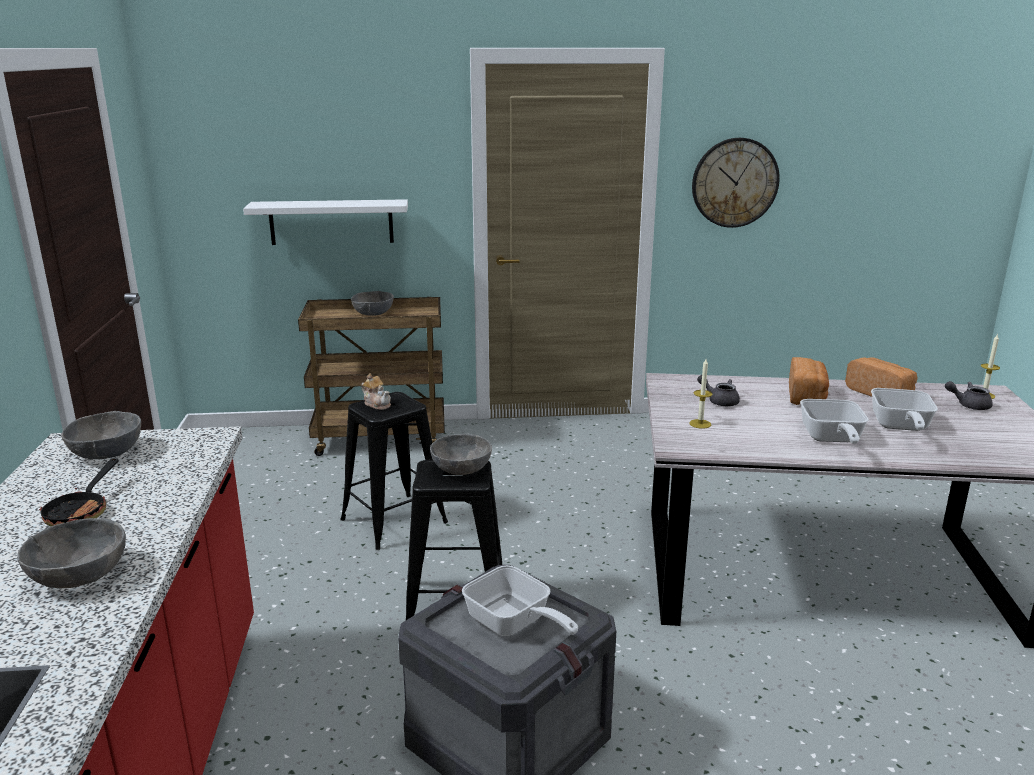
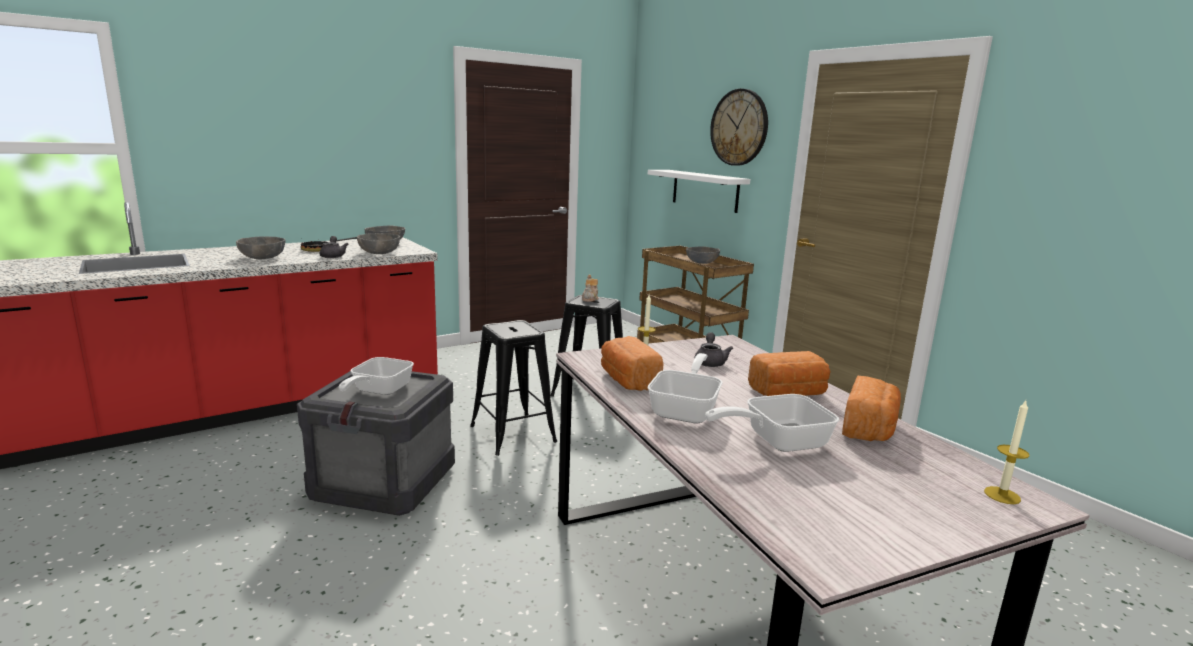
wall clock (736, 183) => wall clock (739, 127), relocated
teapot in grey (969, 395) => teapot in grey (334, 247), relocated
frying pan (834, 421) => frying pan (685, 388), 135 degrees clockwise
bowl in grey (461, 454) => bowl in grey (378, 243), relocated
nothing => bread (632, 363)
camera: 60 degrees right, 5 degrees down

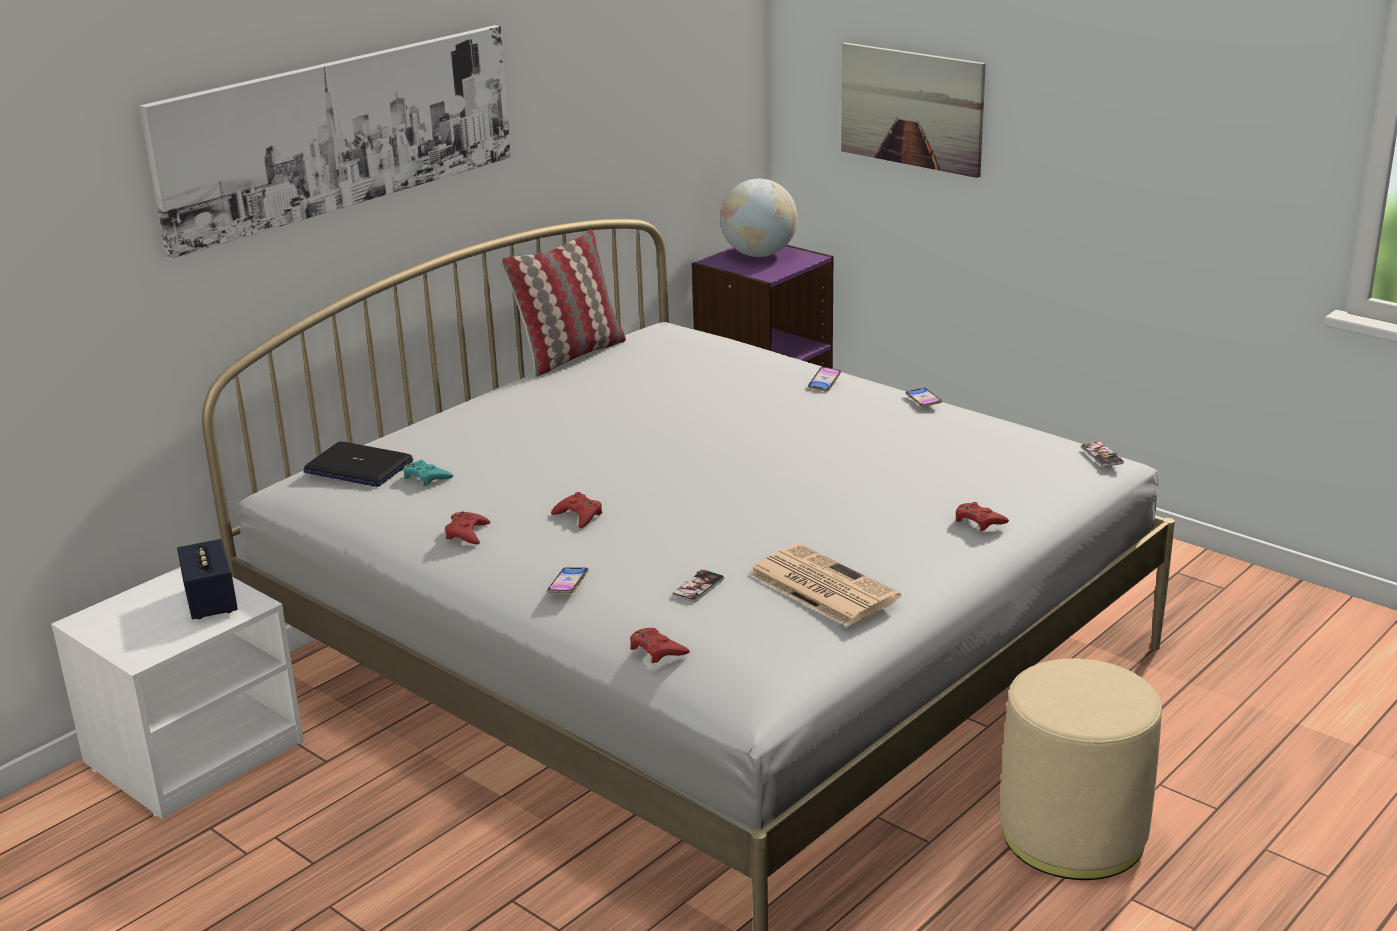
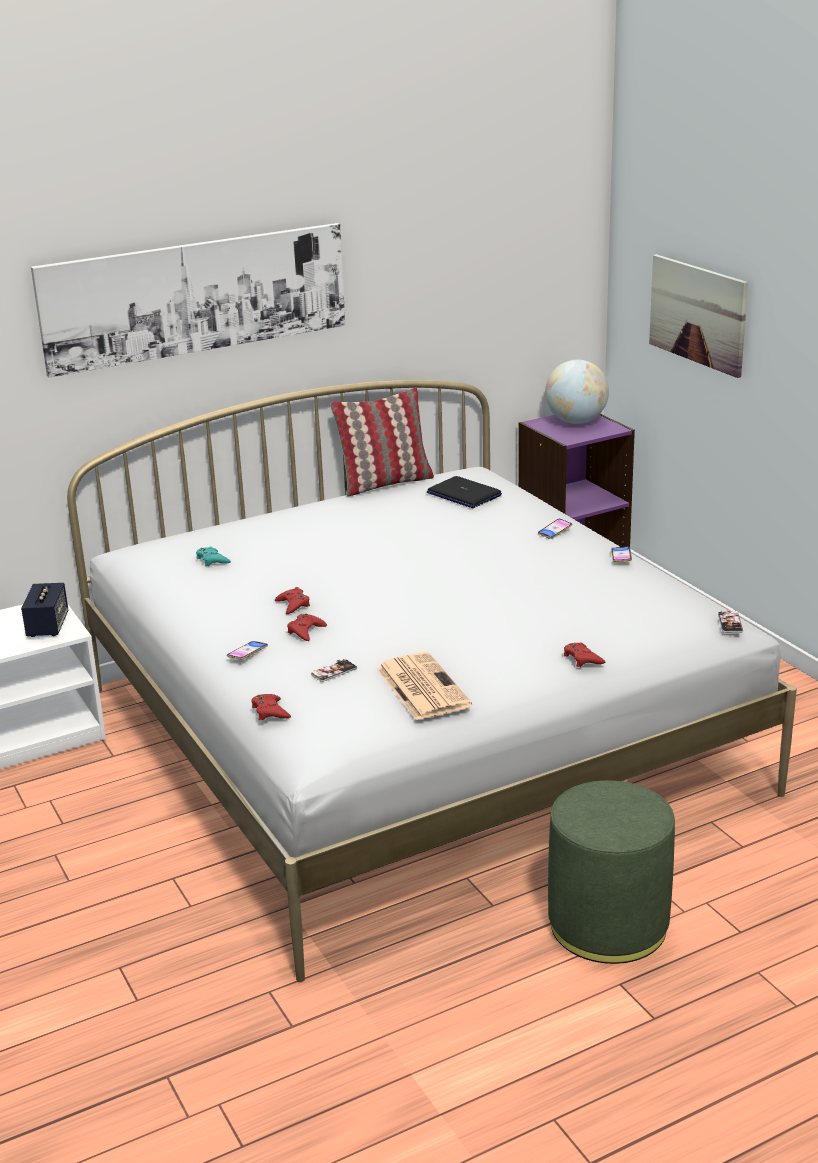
laptop (358, 464) => laptop (464, 492), relocated
game controller in red (467, 528) => game controller in red (307, 627), relocated
ottoman in beige (1081, 769) => ottoman in green (611, 872)
camera: 20 degrees right, 0 degrees up

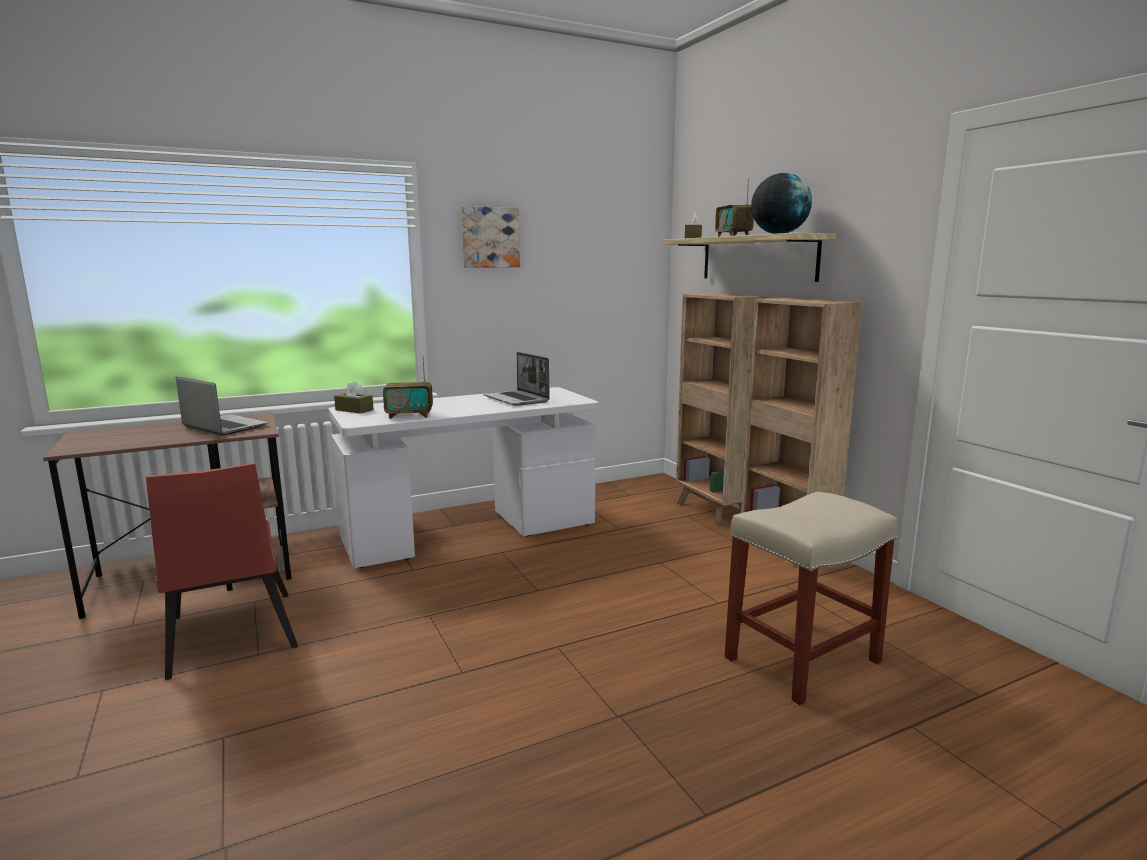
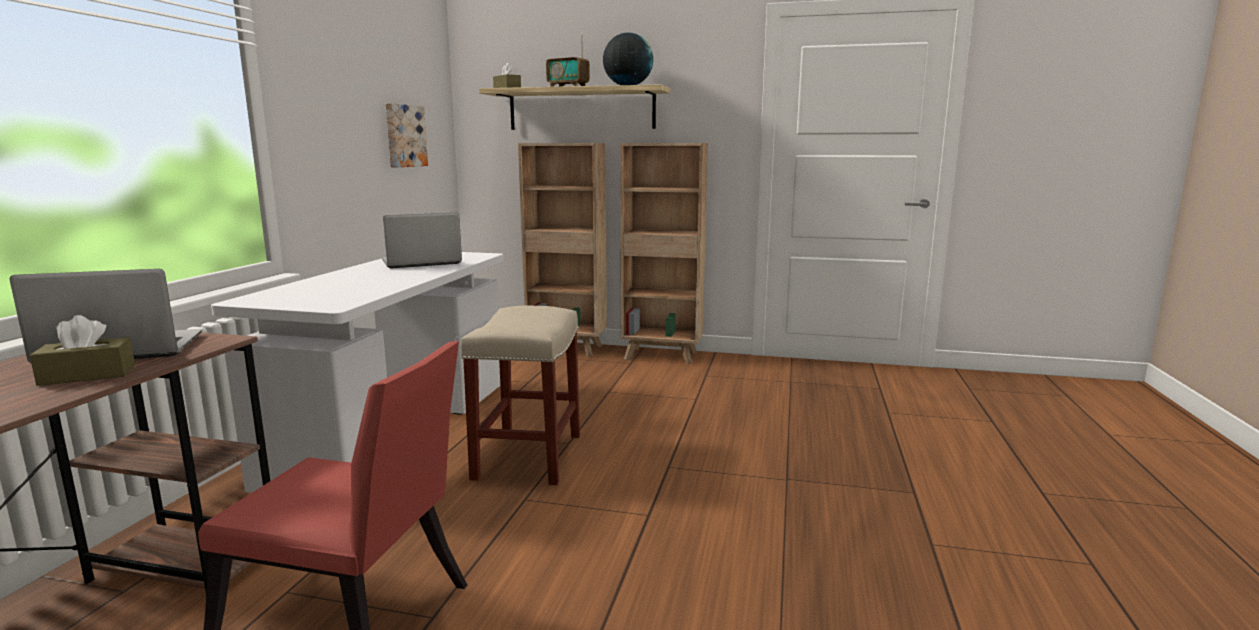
picture (490, 237) => picture (406, 135), relocated
laptop (516, 379) => laptop (422, 240), 150 degrees clockwise
radio (408, 388) => nothing
tissue box in brown (353, 397) => tissue box in brown (82, 350), relocated
stool in beige (811, 598) => stool in beige (520, 395), relocated
camera: 50 degrees left, 0 degrees up

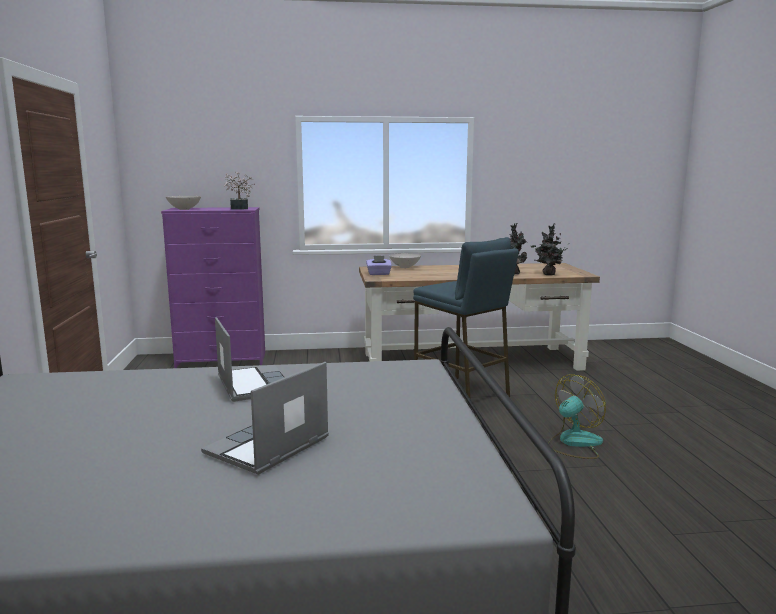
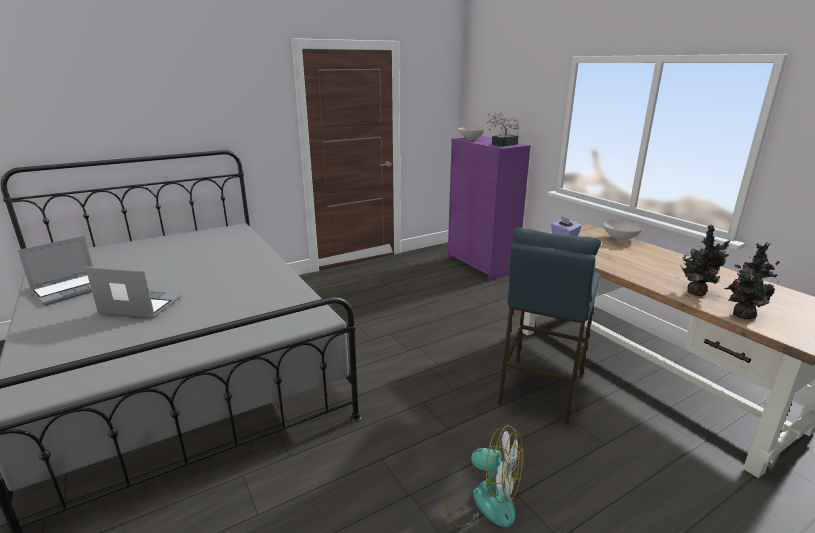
laptop (250, 359) => laptop (55, 270), relocated
camera: 65 degrees right, 10 degrees up

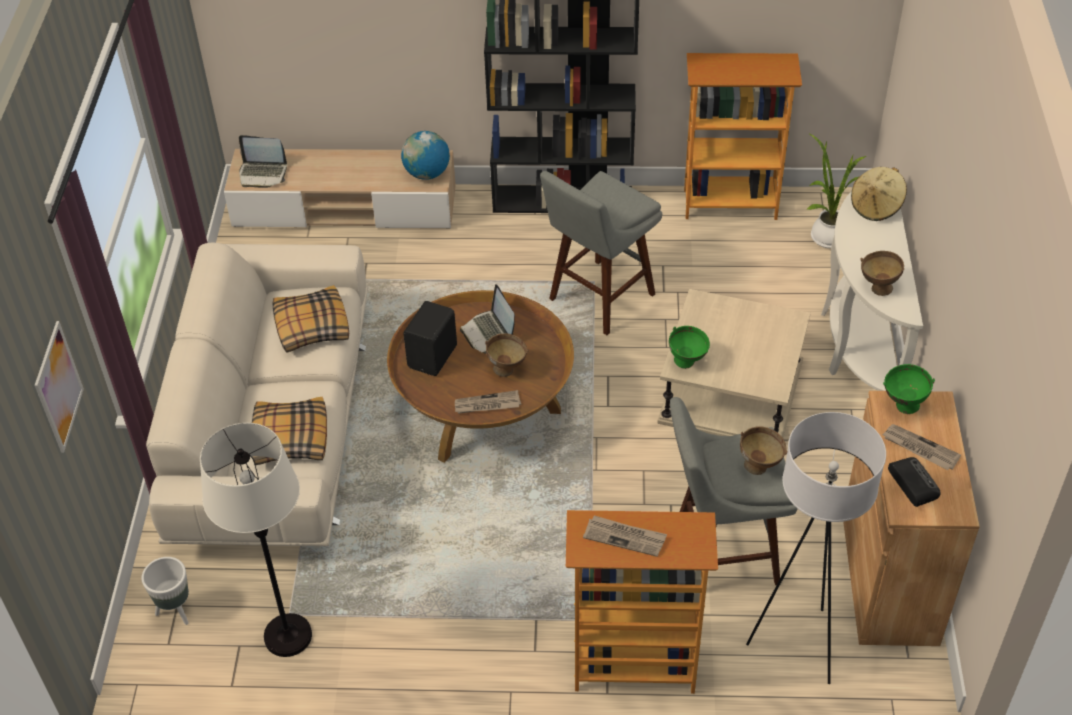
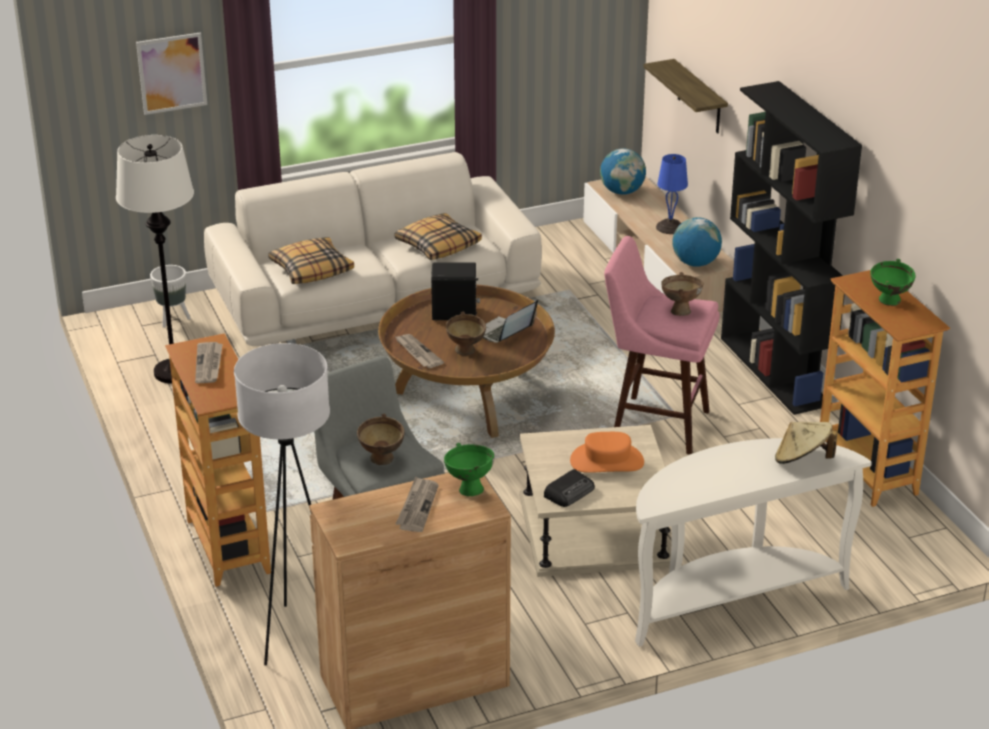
potted plant (836, 190) => nothing
laptop (263, 161) => globe (623, 171)
stool in grey (601, 253) => stool in pink (662, 345)
bowl in brown (882, 273) => bowl in brown (682, 294), relocated
bowl in green (689, 347) => bowl in green (893, 282), relocated
radio (914, 482) => radio (569, 488), relocated
nothing => shelf (686, 96)
nothing => table lamp in blue (672, 194)
nothing => hat in orange (607, 452)
camera: 65 degrees right, 15 degrees down

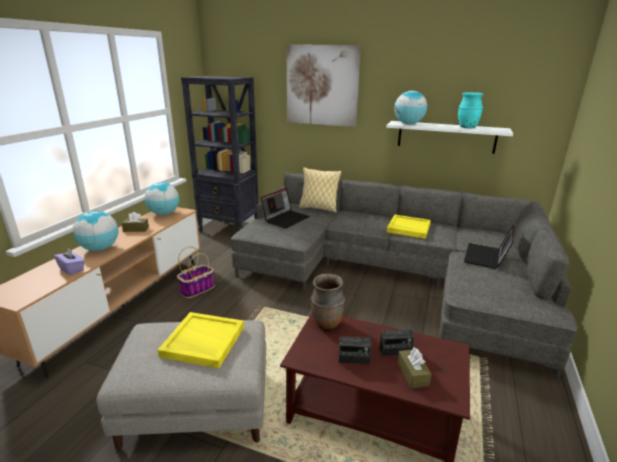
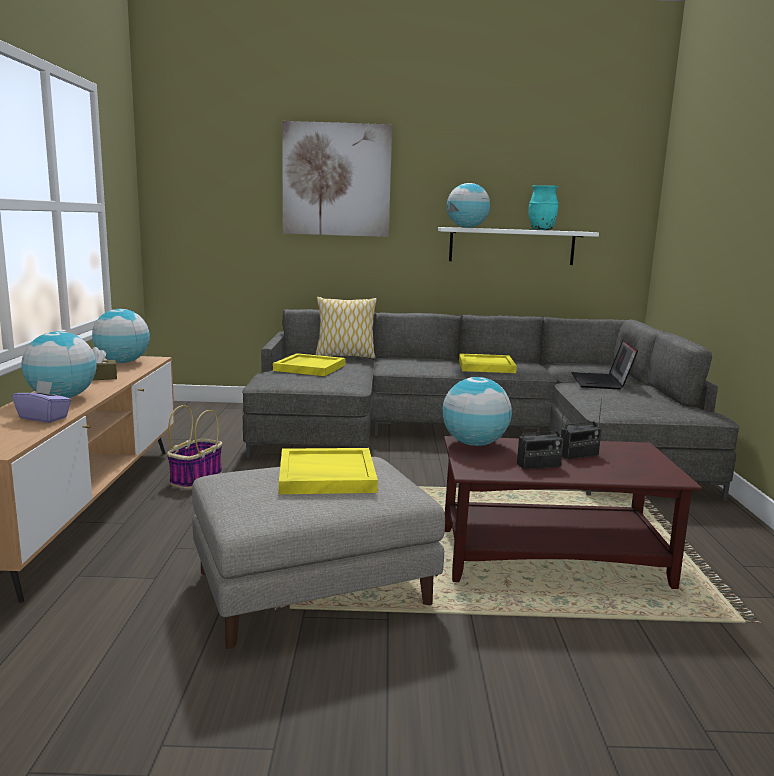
bookcase in black (220, 154) => nothing
laptop (285, 208) => tray in yellow (309, 364)
vase in brown (328, 301) => globe (477, 411)
tissue box in brown (414, 368) => nothing
camera: 20 degrees left, 10 degrees down

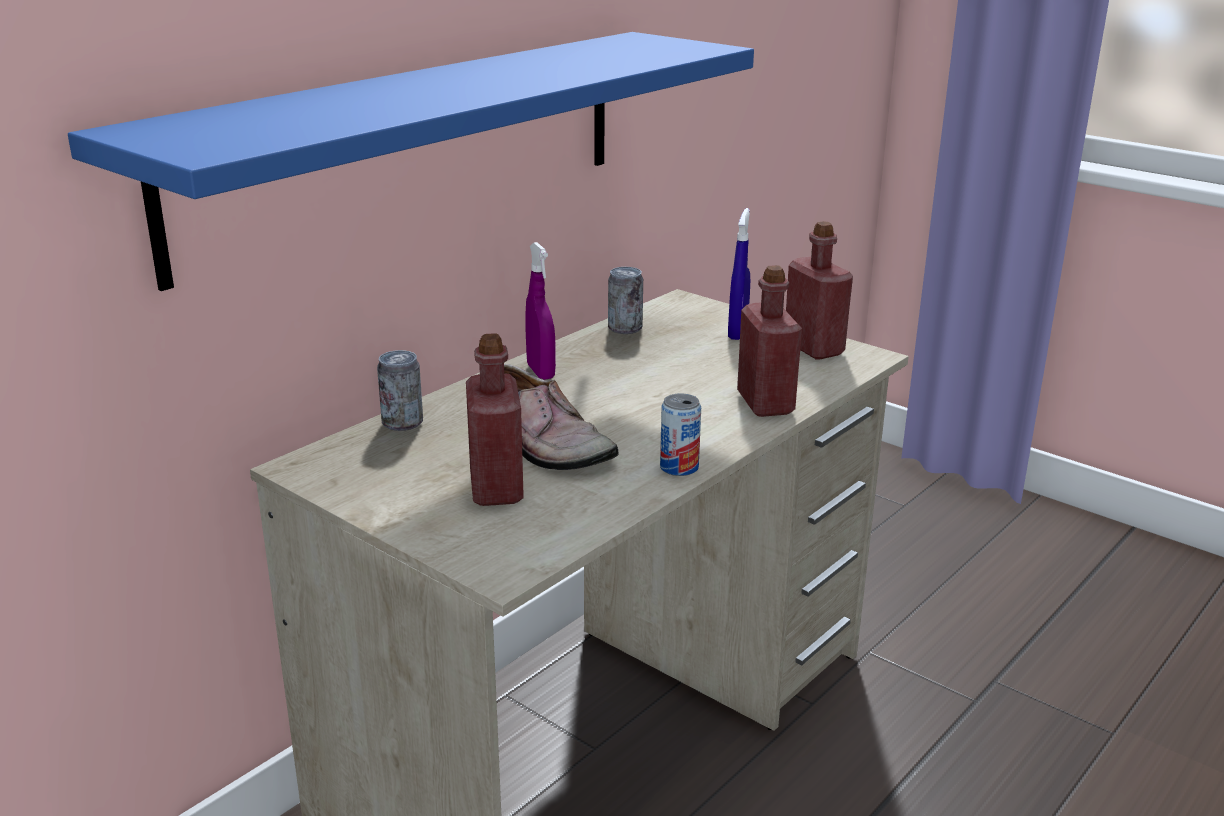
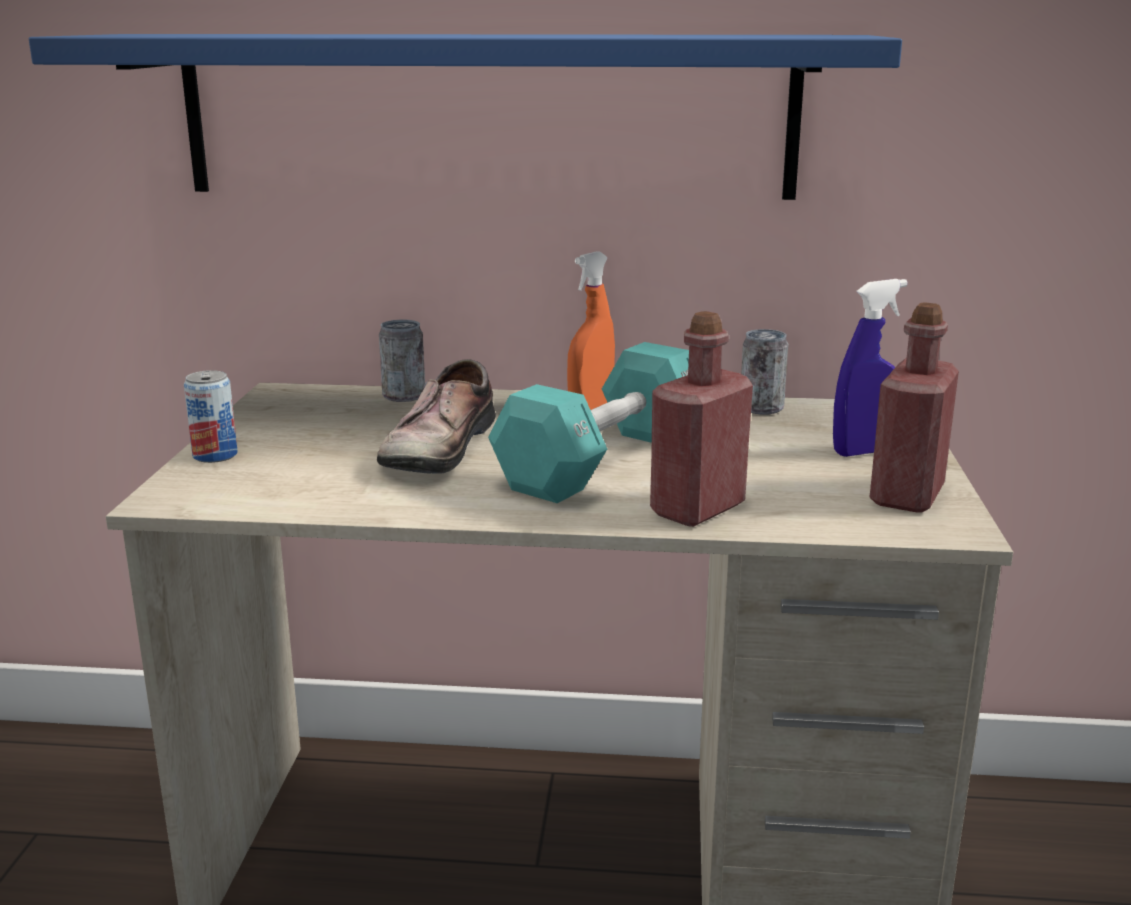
spray bottle in purple (540, 311) => spray bottle in orange (591, 330)
bottle in red (495, 419) => nothing
can (680, 434) => can (211, 416), relocated
nothing => dumbbell in turquoise (588, 422)
camera: 55 degrees right, 5 degrees down

